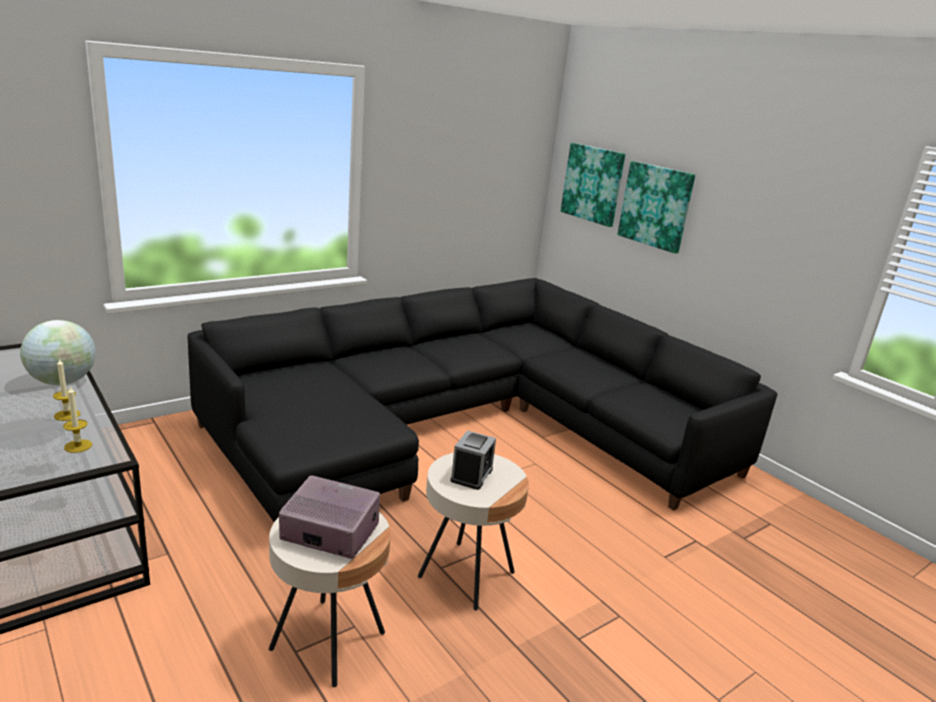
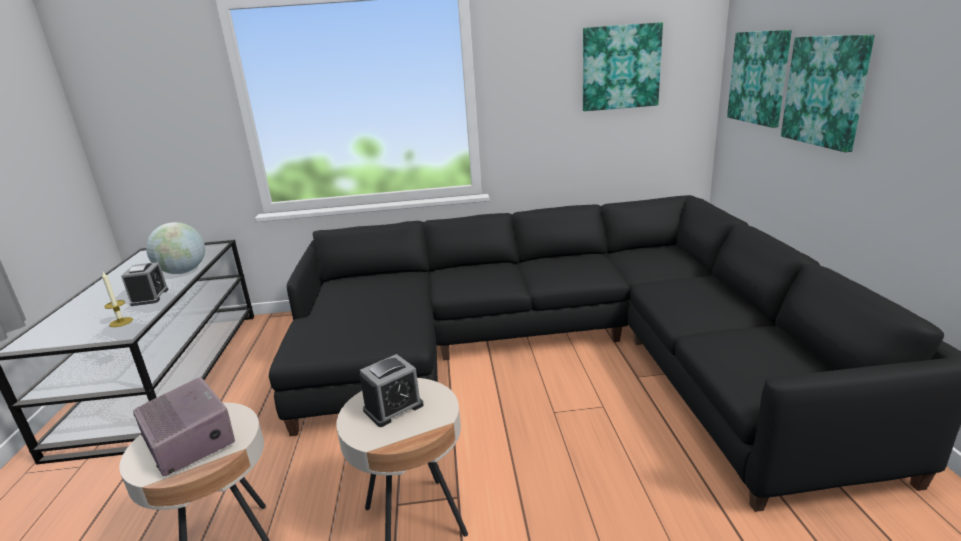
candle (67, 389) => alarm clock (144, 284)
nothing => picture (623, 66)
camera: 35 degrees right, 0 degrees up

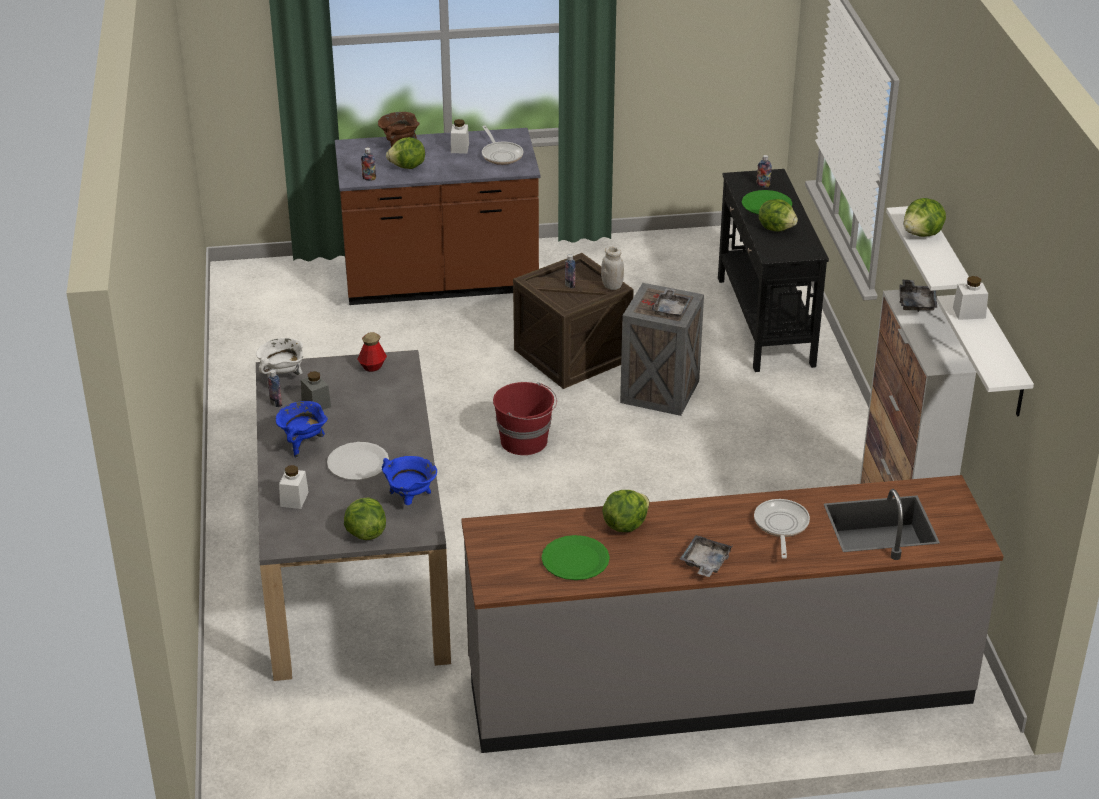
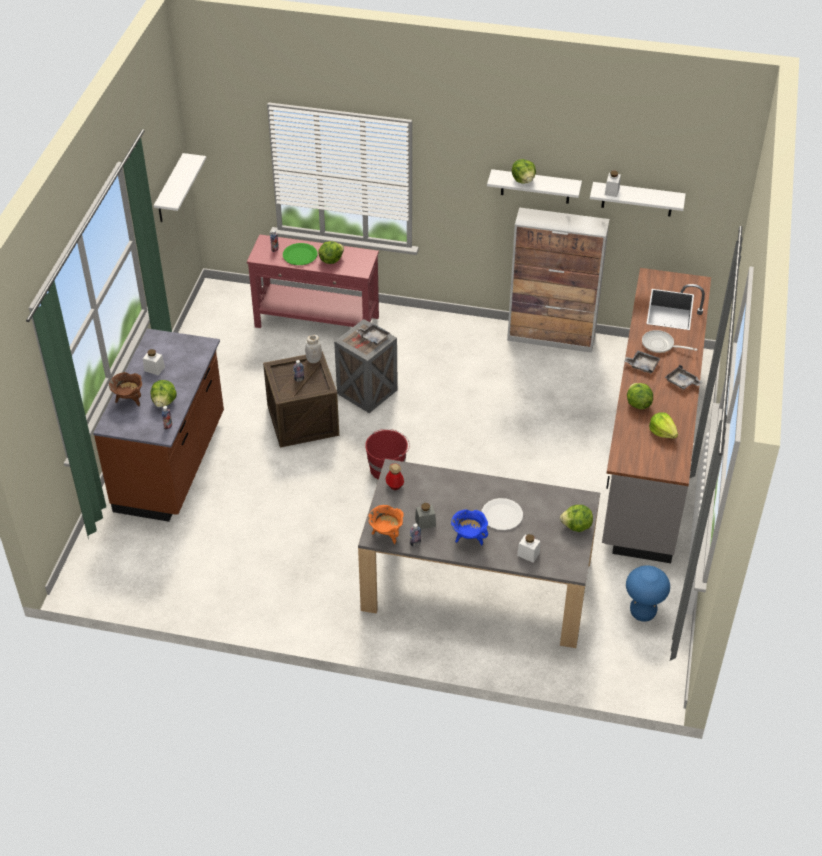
frying pan (502, 145) => nothing
console table in black (773, 270) => console table in red (313, 281)
tray in grey (918, 295) => tray in grey (642, 361), relocated
cooking pot in white (279, 363) => cooking pot in orange (386, 524)
cooking pot in blue (409, 480) => nothing
plate in green (575, 557) => lettuce (663, 425)
nothing => shelf in white (180, 187)
nothing => stool in blue (648, 593)
camera: 70 degrees left, 10 degrees up

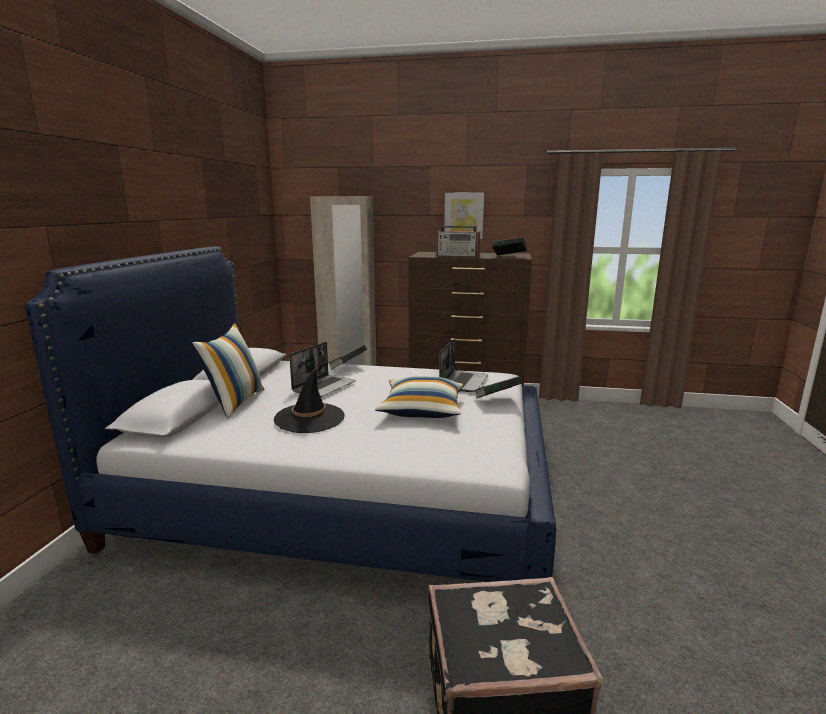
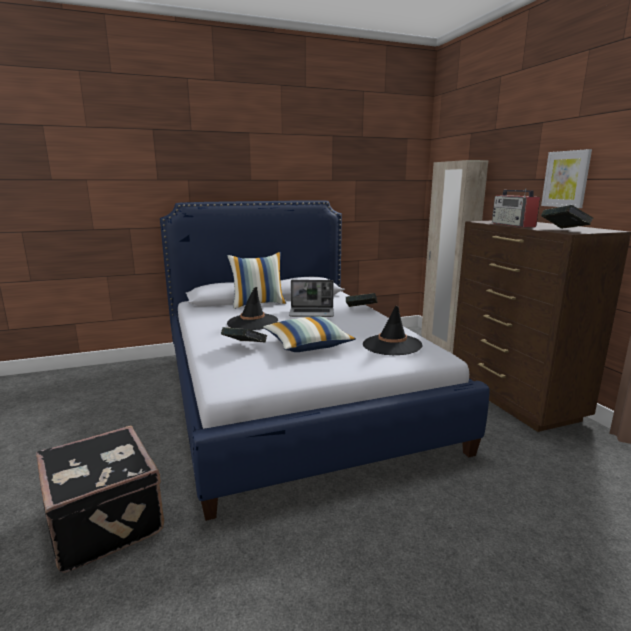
laptop (463, 365) => hat in black (392, 330)
book (497, 387) => book (244, 334), relocated
camera: 60 degrees right, 0 degrees up

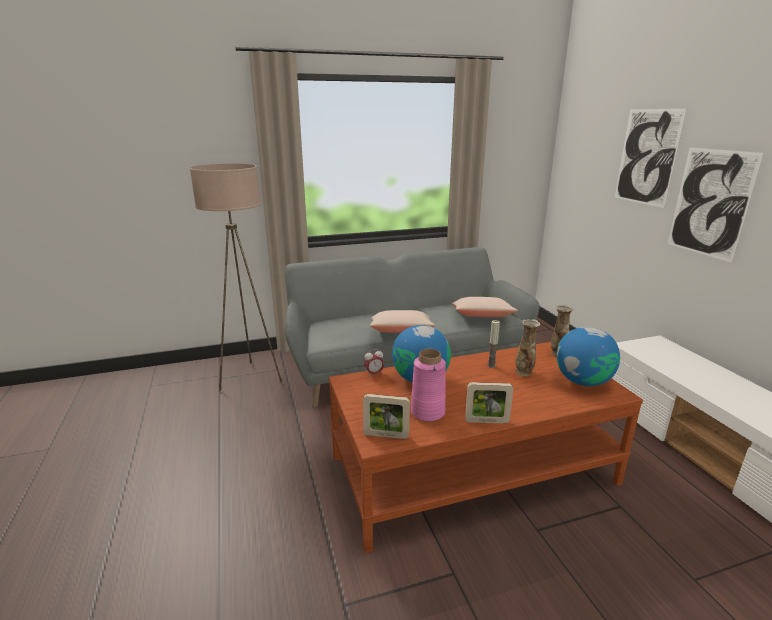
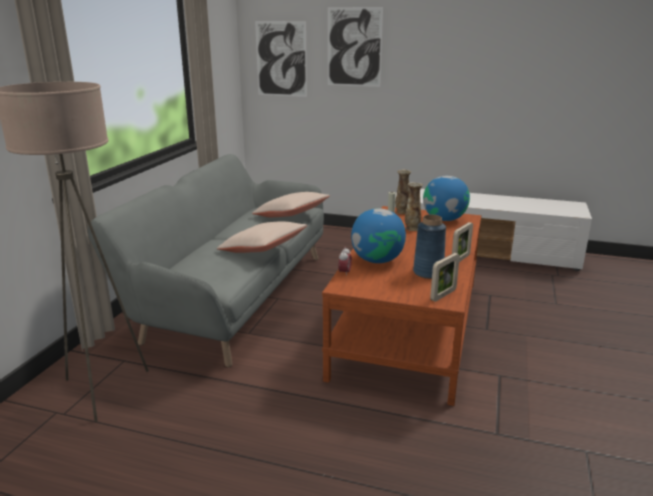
picture (716, 205) => picture (281, 59), relocated
vase in pink (428, 385) => vase in blue (429, 246)
camera: 55 degrees left, 0 degrees up

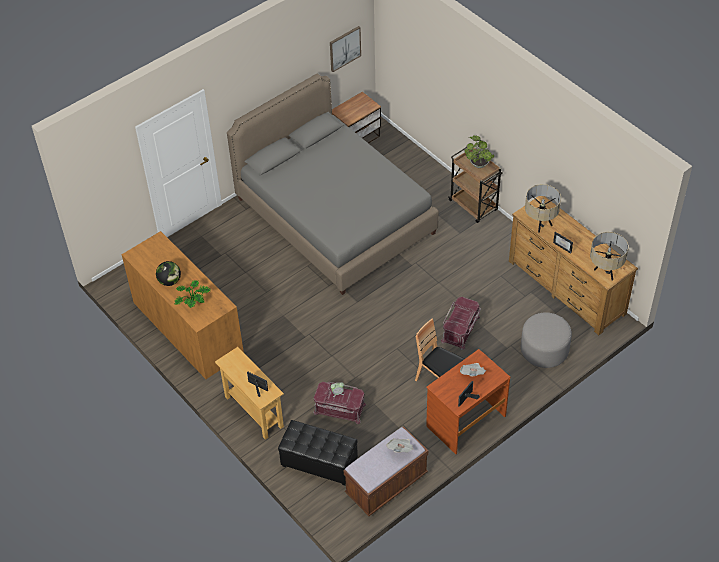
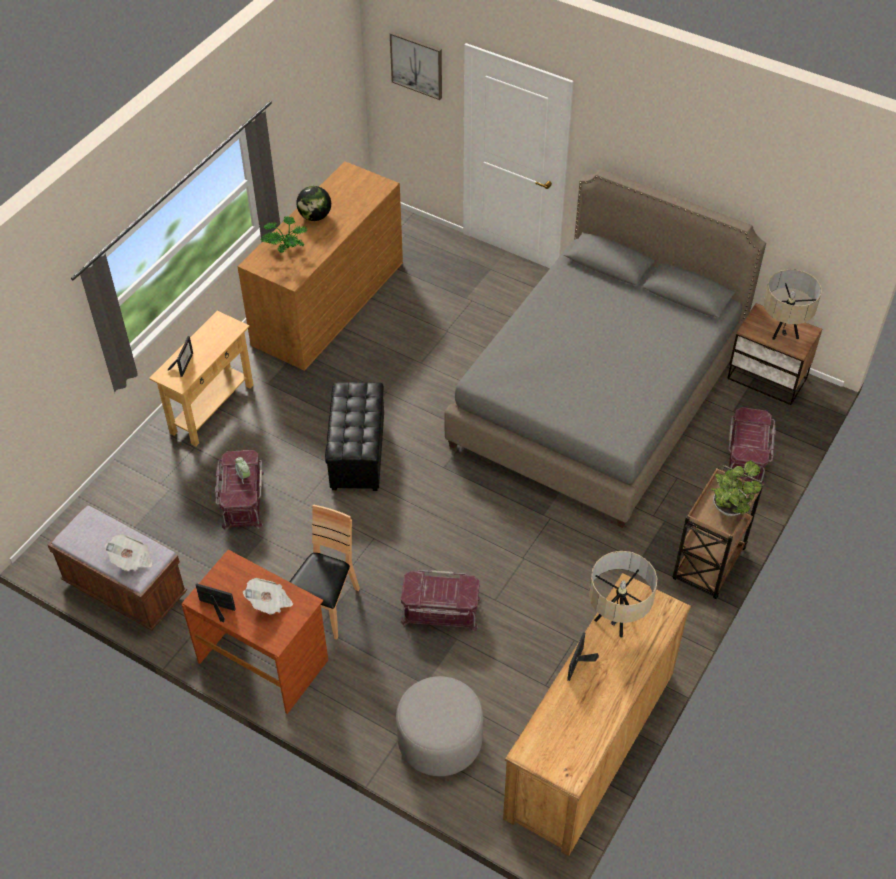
picture (345, 49) => picture (416, 66), relocated
table lamp in beige (609, 256) => table lamp in beige (793, 304), relocated
ottoman in black (318, 452) => ottoman in black (354, 436), relocated
nothing => storage box in red (752, 446)
camera: 70 degrees right, 0 degrees up

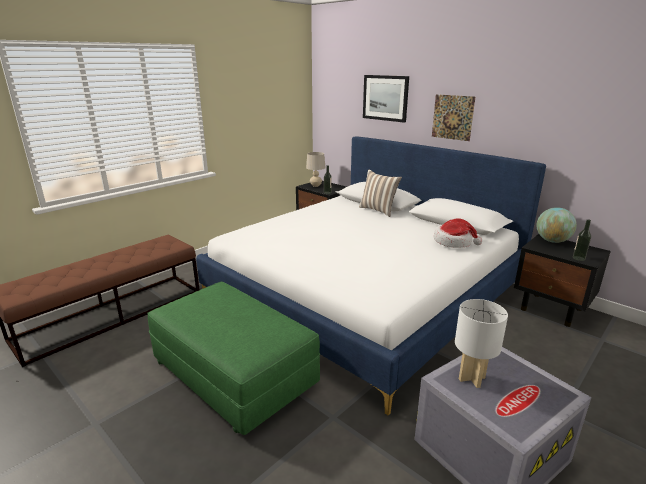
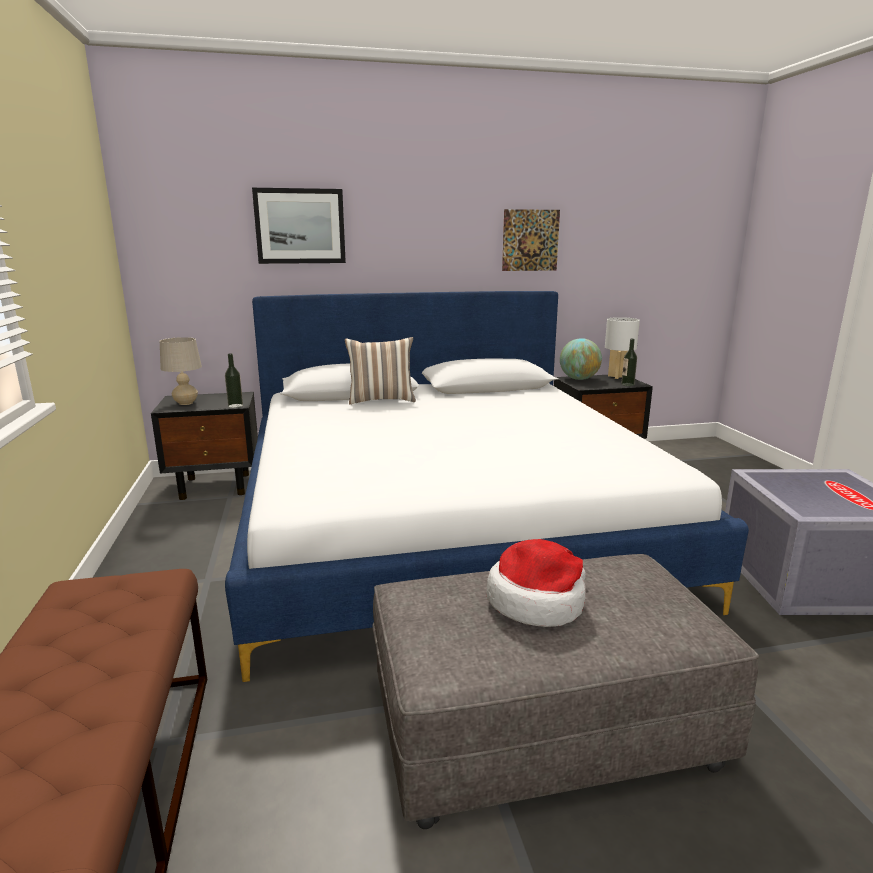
picture (453, 117) => picture (531, 240), relocated
hat (458, 233) => hat (536, 583), relocated
ottoman in green (233, 358) => ottoman in grey (565, 691)
table lamp in white (481, 343) => table lamp in white (622, 348), relocated
camera: 55 degrees left, 5 degrees down

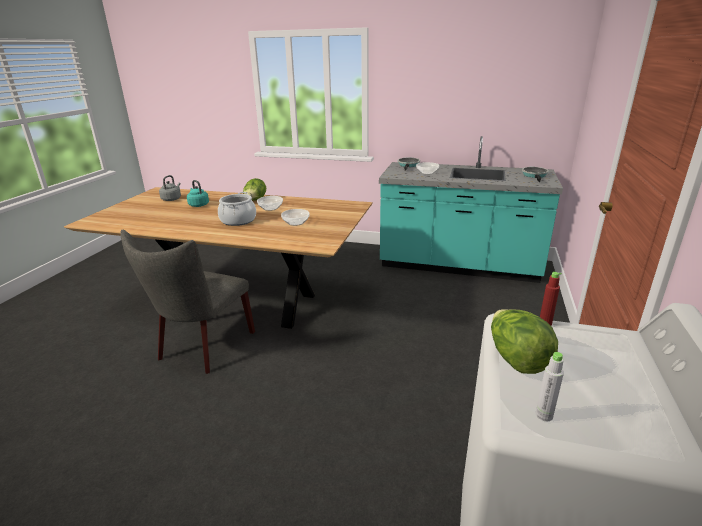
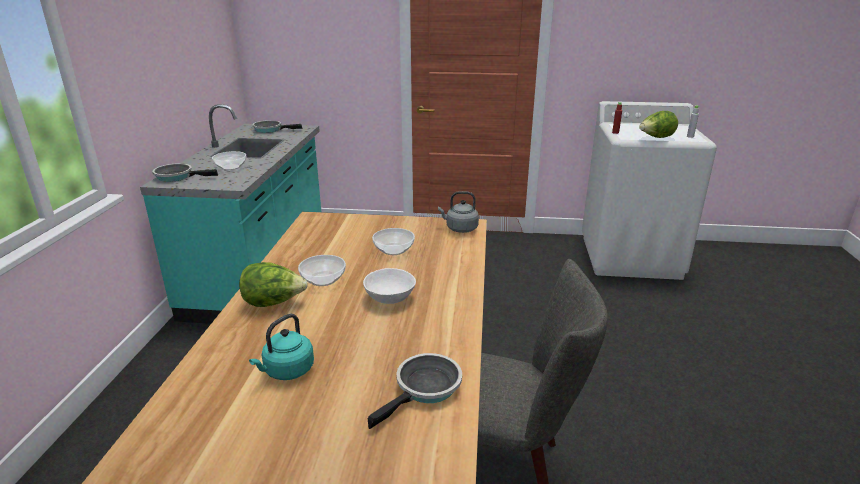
kettle in grey (170, 188) => kettle in grey (458, 212), relocated
cooking pot (237, 209) => bowl in white (389, 286)
nothing => frying pan (415, 391)
camera: 100 degrees left, 0 degrees up

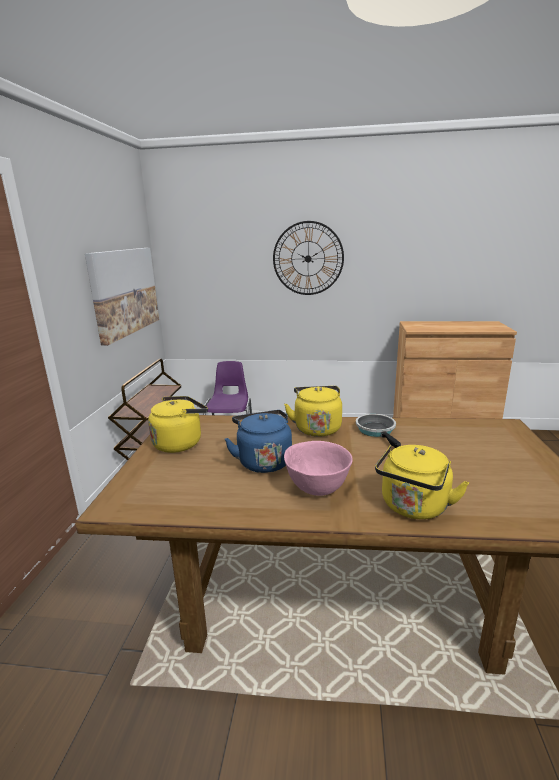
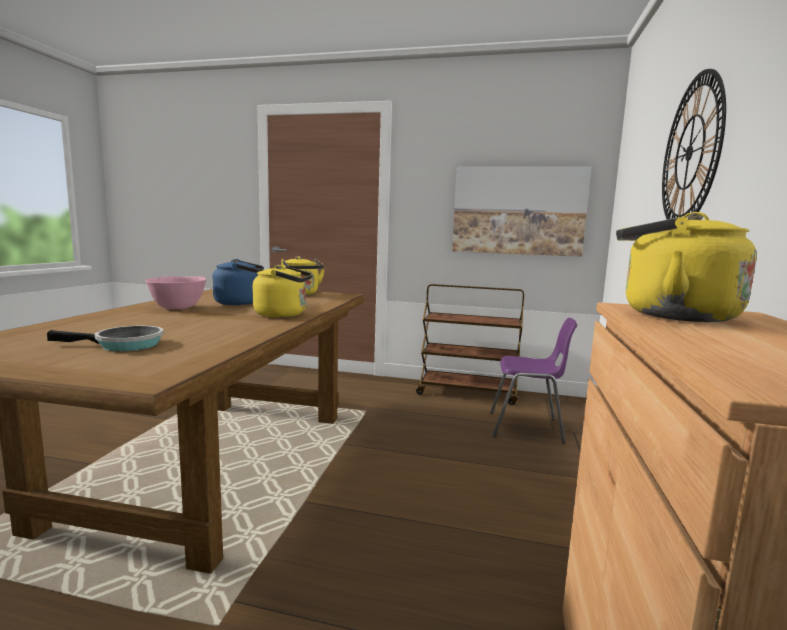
frying pan (378, 431) => frying pan (105, 338), relocated
kettle in yellow (422, 482) => kettle in yellow (686, 267), relocated
camera: 95 degrees right, 10 degrees down

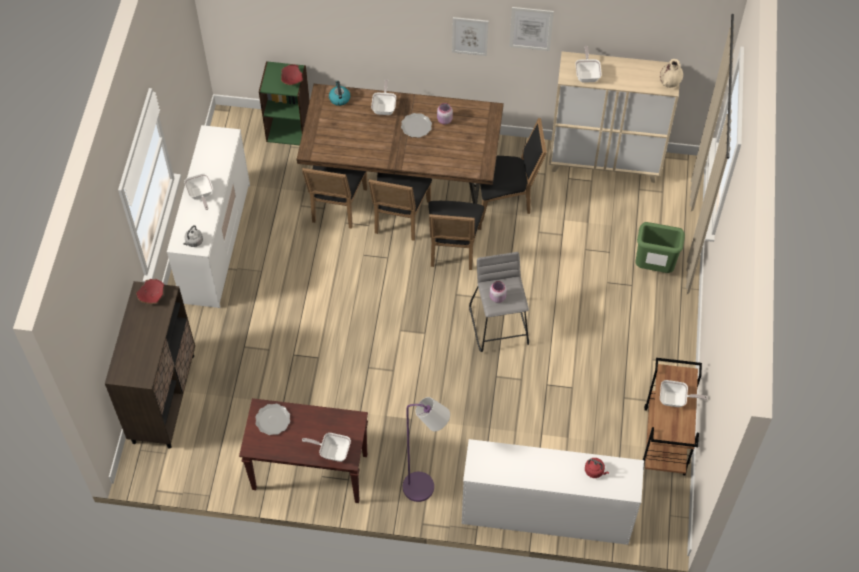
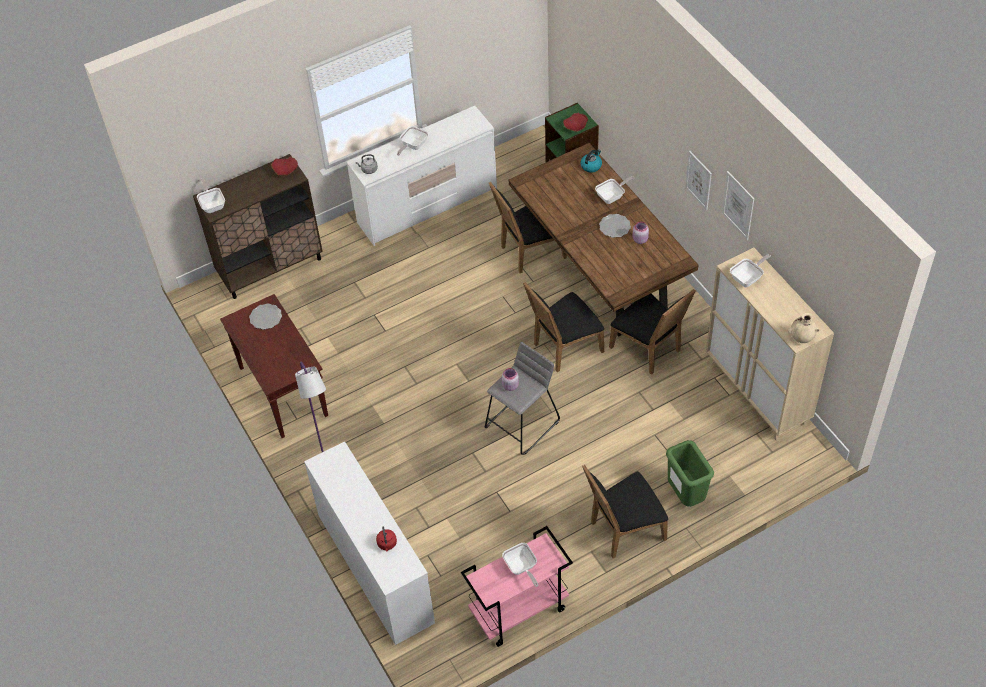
chair in black (400, 207) => chair in black (625, 511), relocated
cart in brown (672, 416) => cart in pink (517, 586)
frying pan (326, 447) => frying pan (211, 196), relocated
camera: 55 degrees right, 5 degrees down

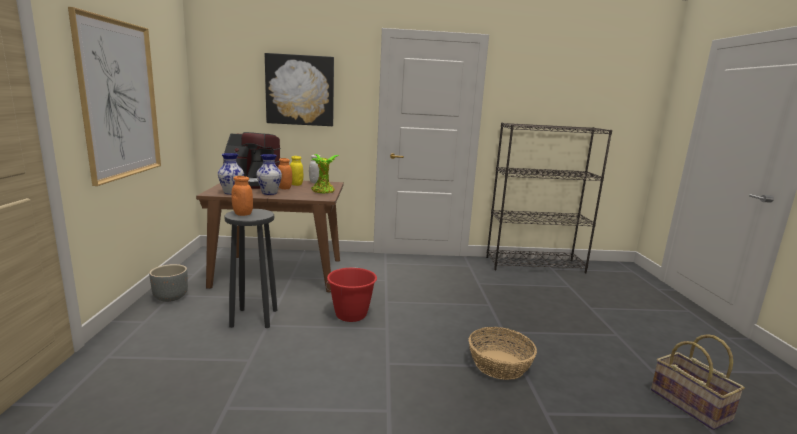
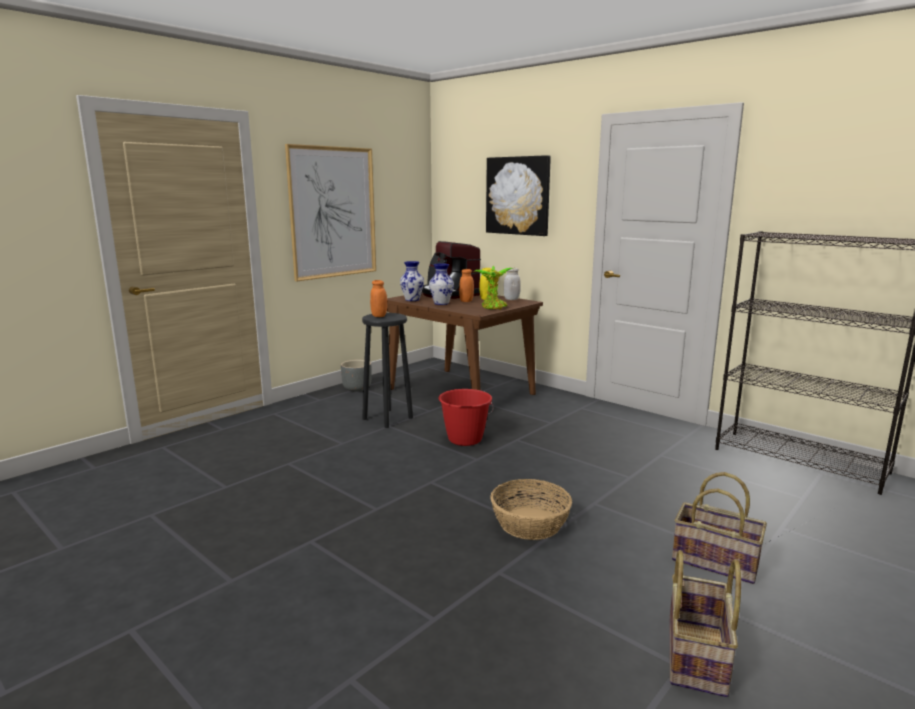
nothing => basket (719, 528)
camera: 45 degrees right, 0 degrees up

